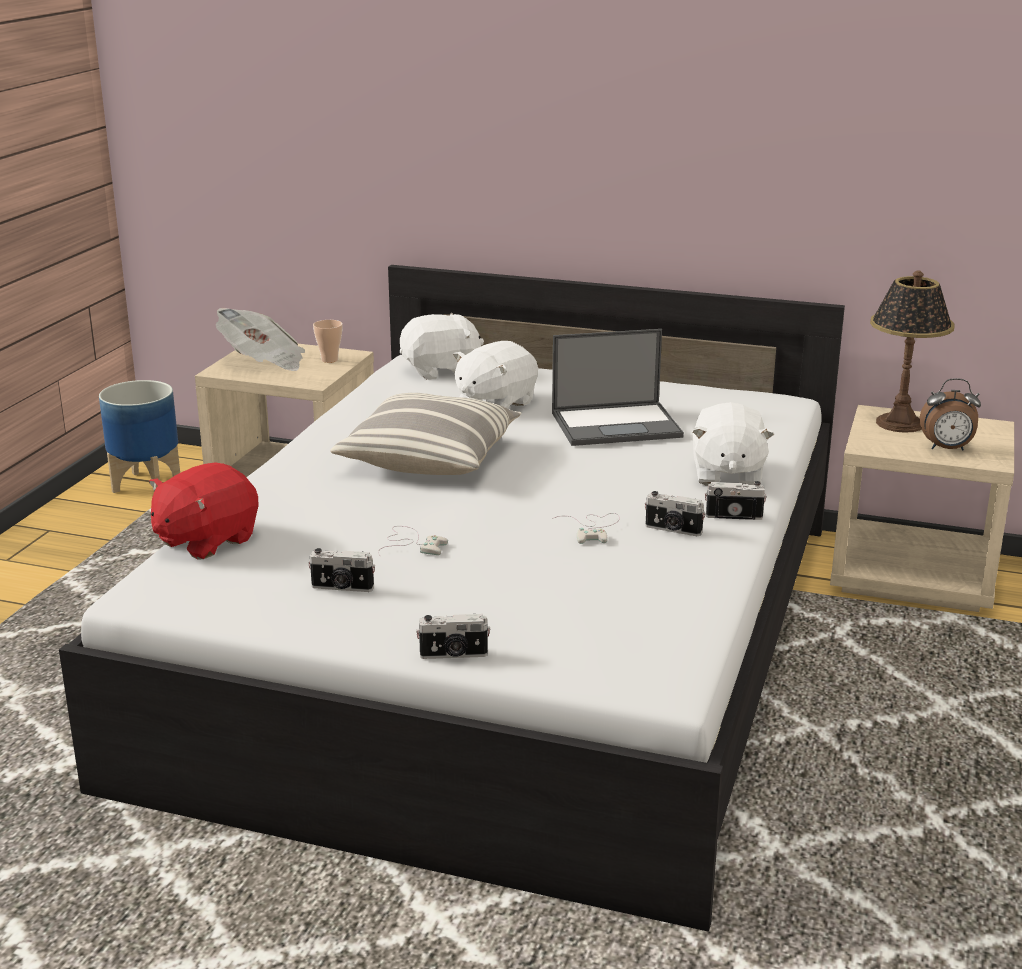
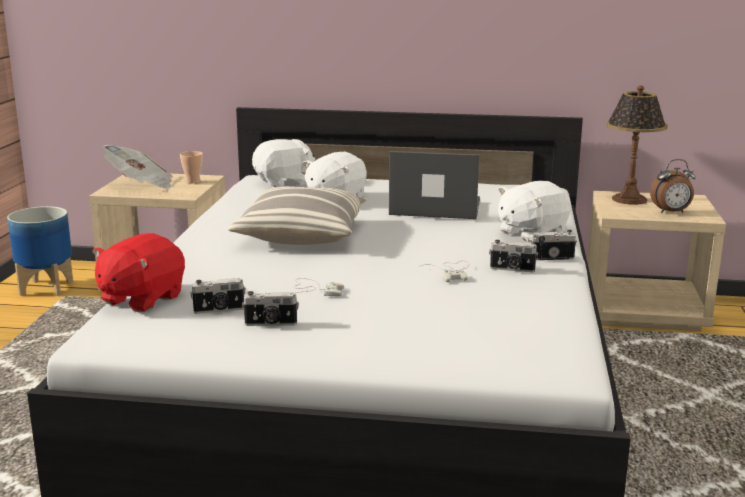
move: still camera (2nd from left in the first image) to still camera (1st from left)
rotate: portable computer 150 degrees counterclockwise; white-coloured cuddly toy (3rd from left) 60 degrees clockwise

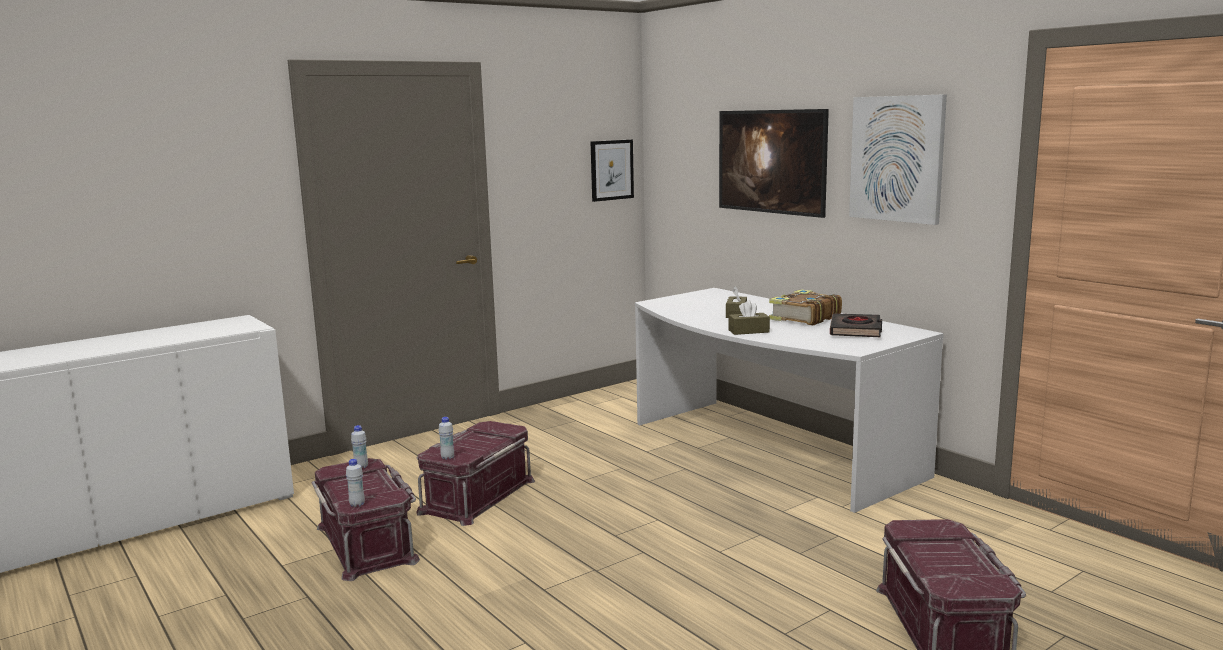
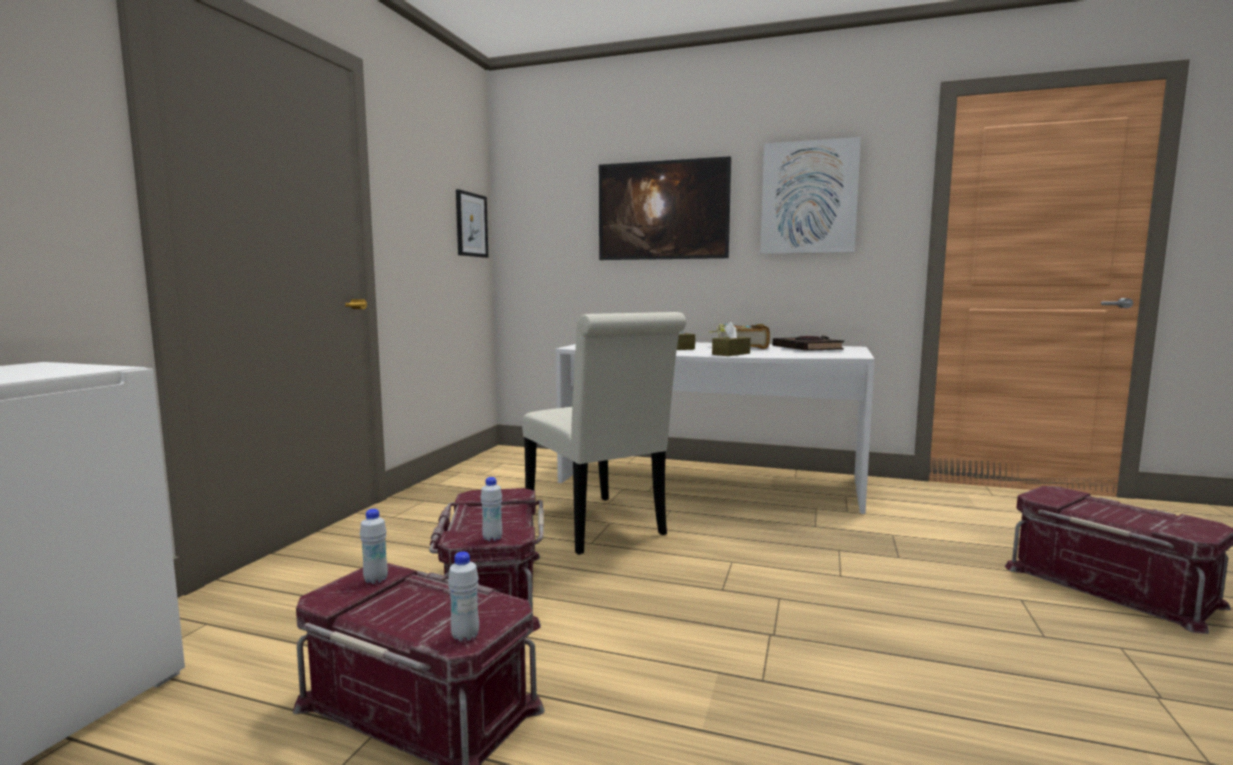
insert: white-coloured plain chair

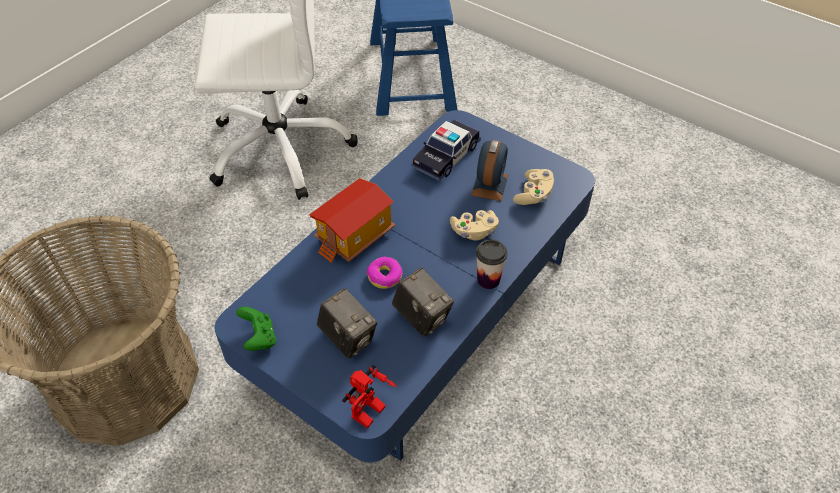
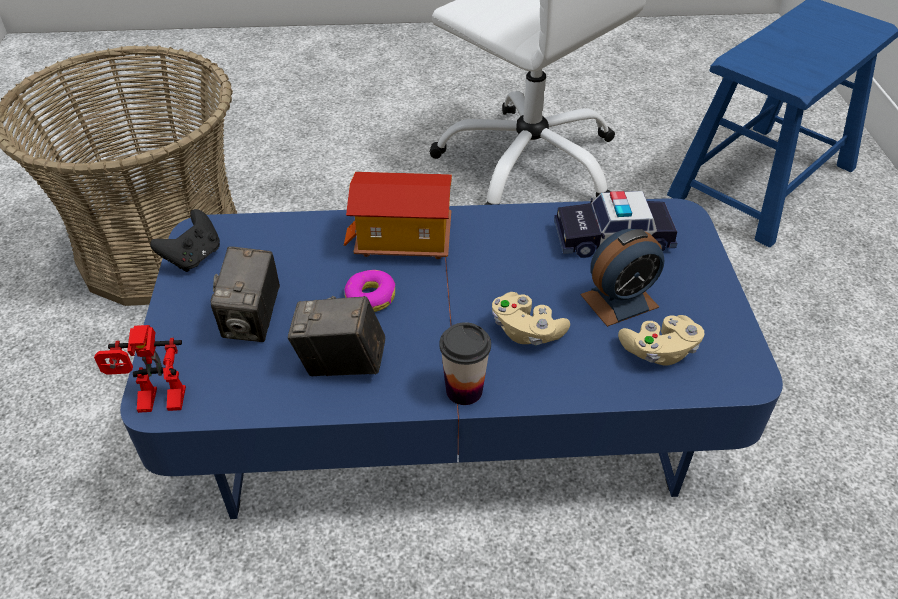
recolor: green gamepad to blackish gamepad
rotate: still camera (2nd from left) 90 degrees clockwise

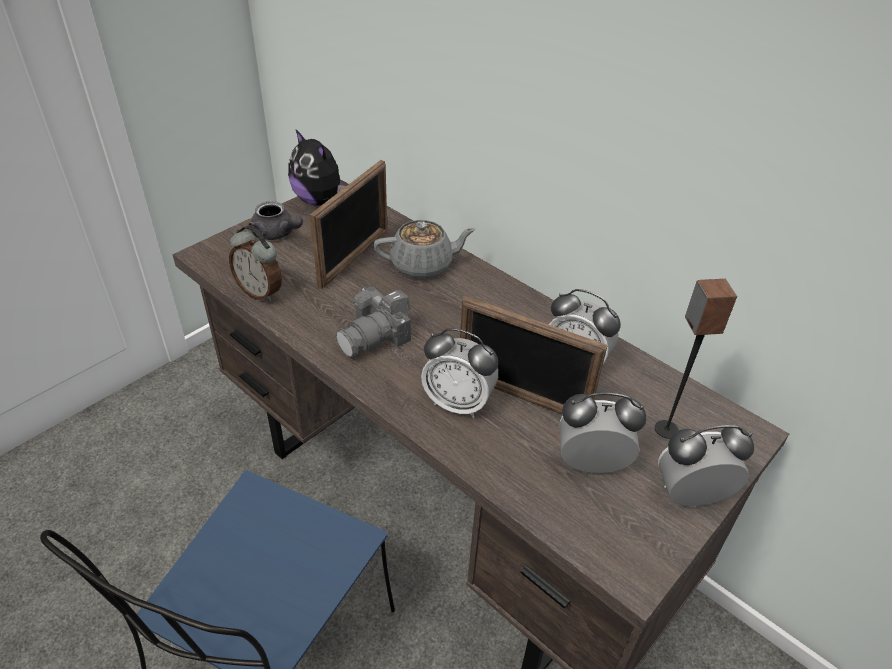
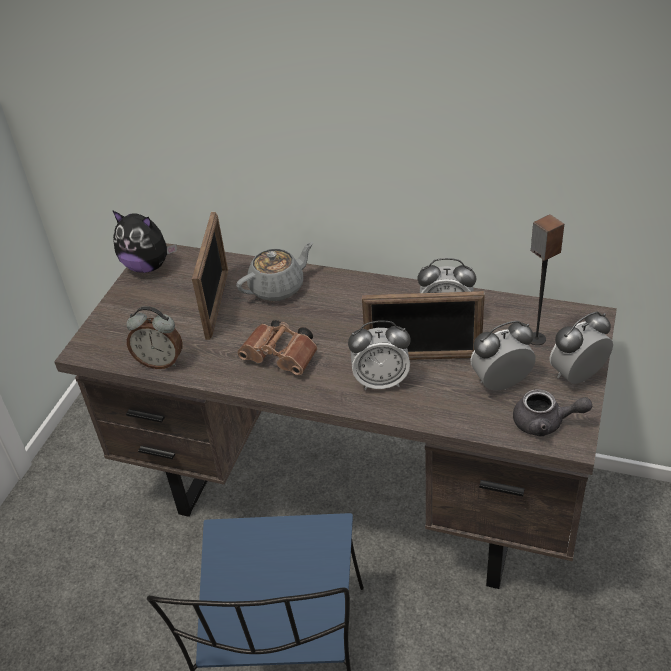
move: gray tea pot (1st from left in the first image) to gray tea pot (2nd from left)
replace: still camera to brownish binoculars

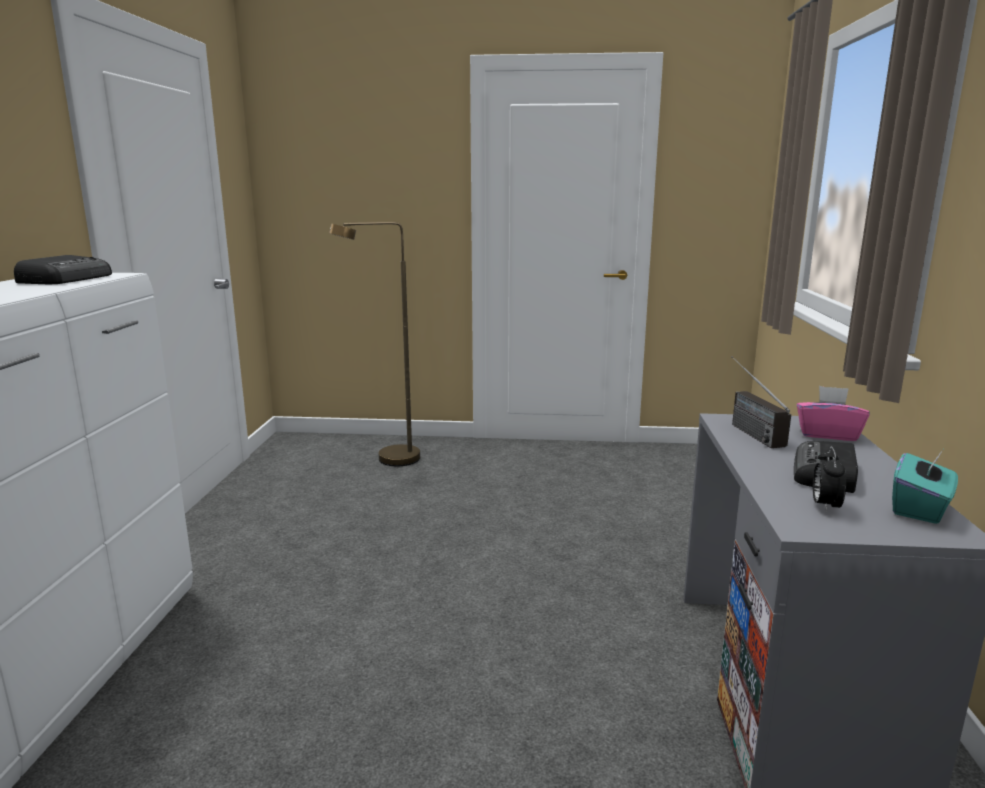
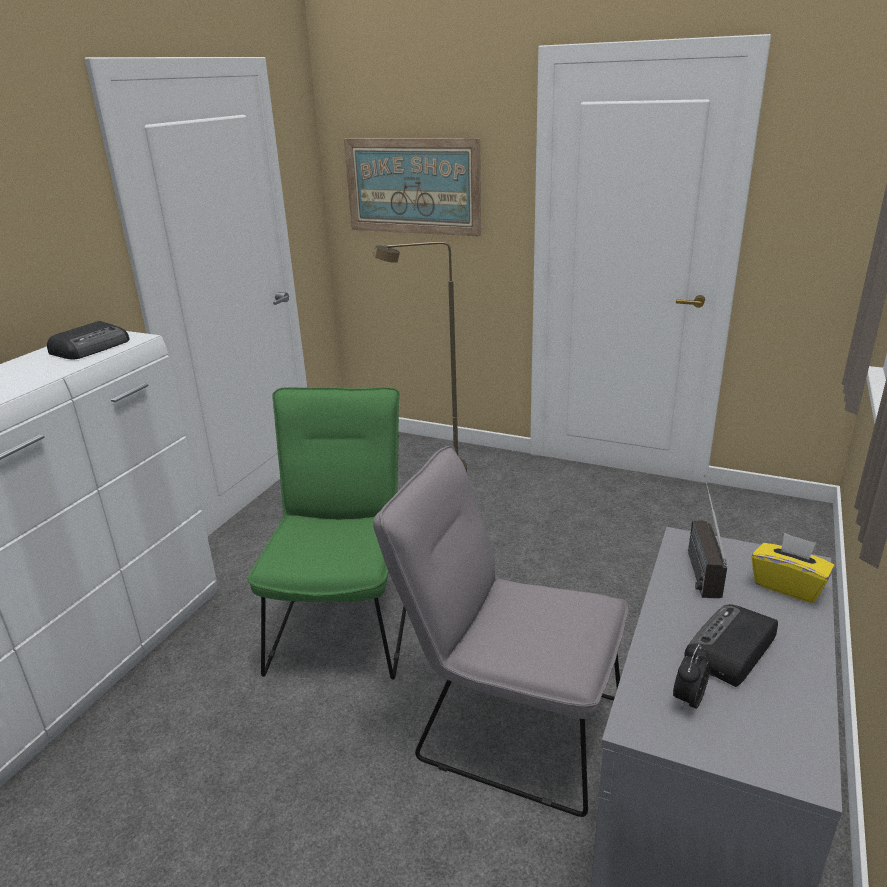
delete: turquoise-coloured box of tissues
insert: wall picture; green plain chair; gray plain chair
recolor: pink-coloured box of tissues to yellow-coloured box of tissues

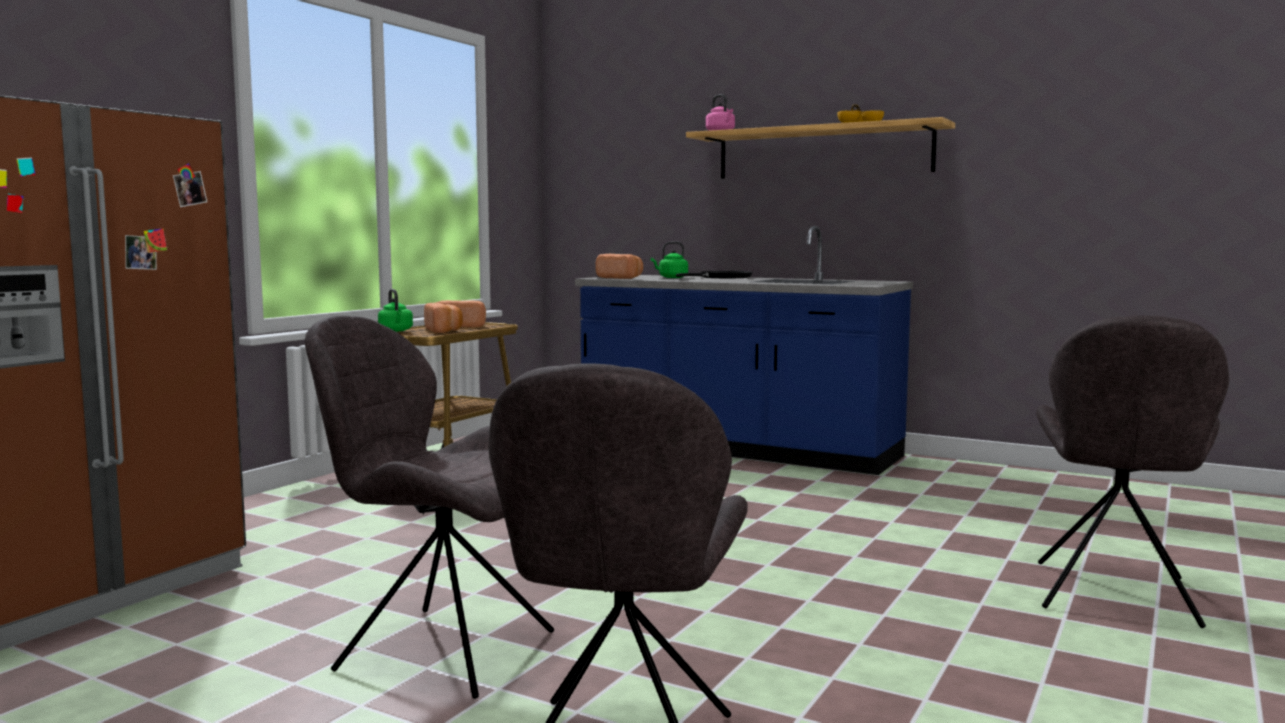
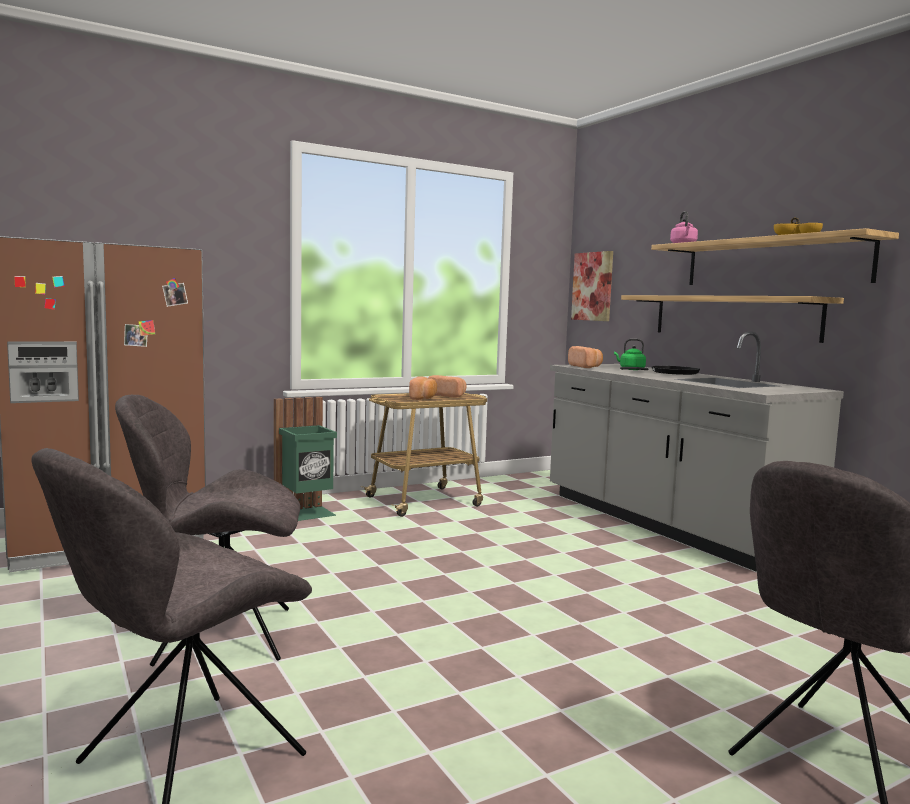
delete: green kettle (1st from left)
insert: wall picture; wall shelf (1st from left); green trash can
recolor: blue-coloured kitchen base unit to gray kitchen base unit
rotate: gray plain chair (1st from left in the first image) 60 degrees counterclockwise

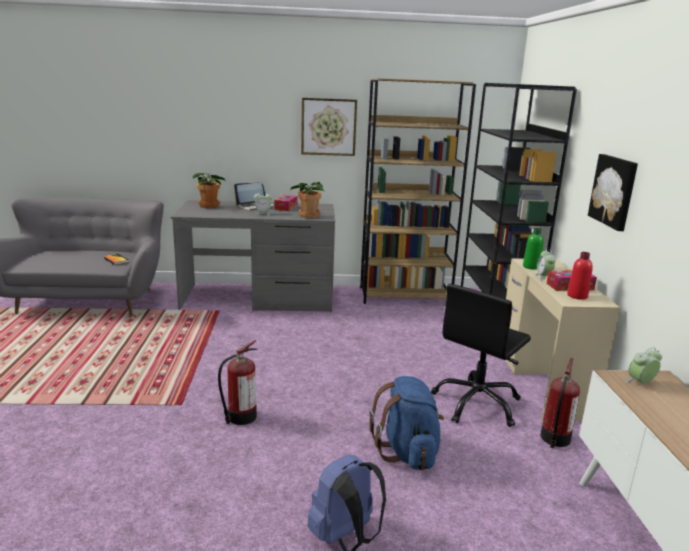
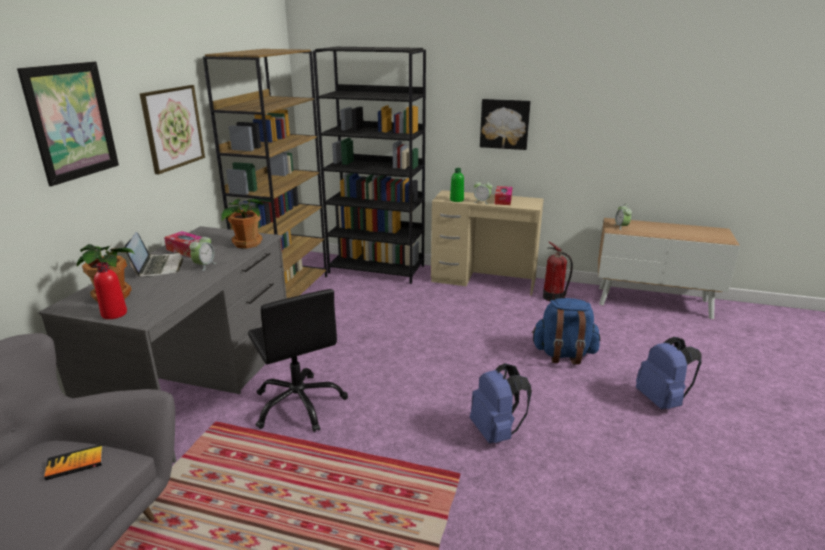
insert: wall picture (1st from left)
move: red-coloured drink bottle; blackish desk chair
replace: extinguisher (1st from left) to blue-coloured knapsack (1st from left)

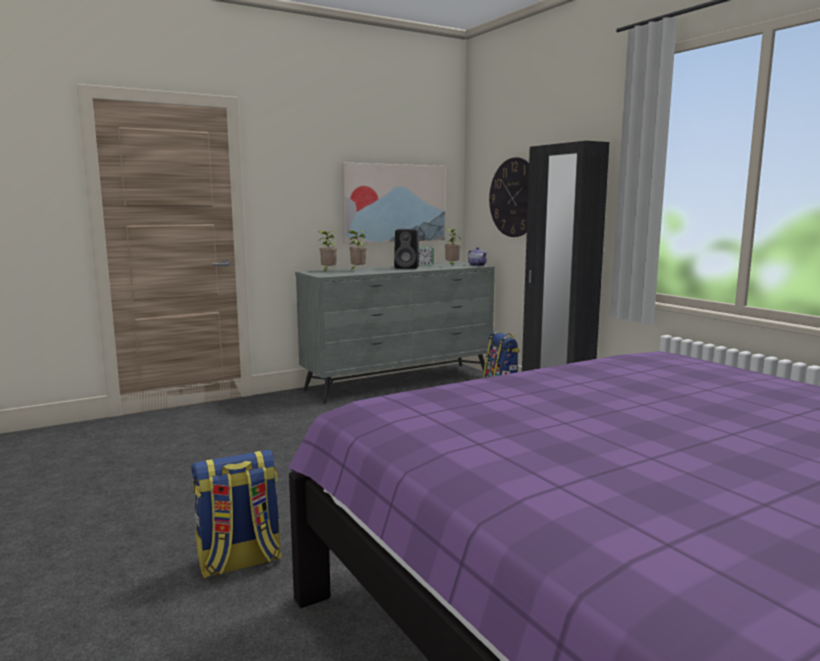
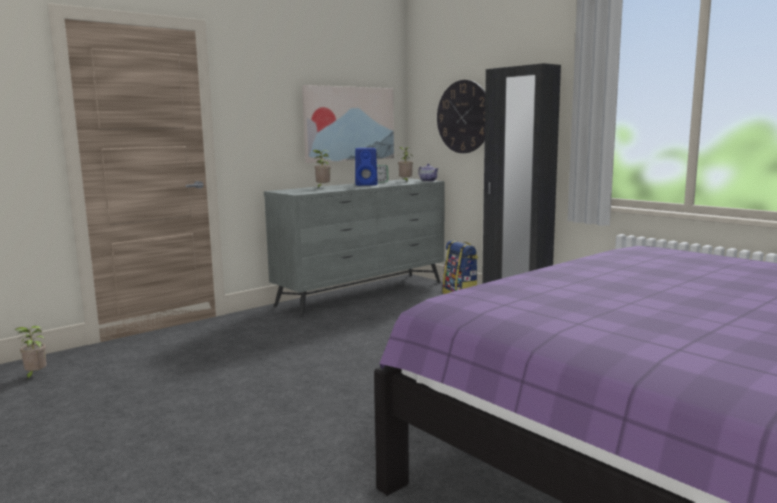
delete: knapsack (1st from left)
move: houseplant (1st from left)
recolor: blackish speaker to blue-coloured speaker

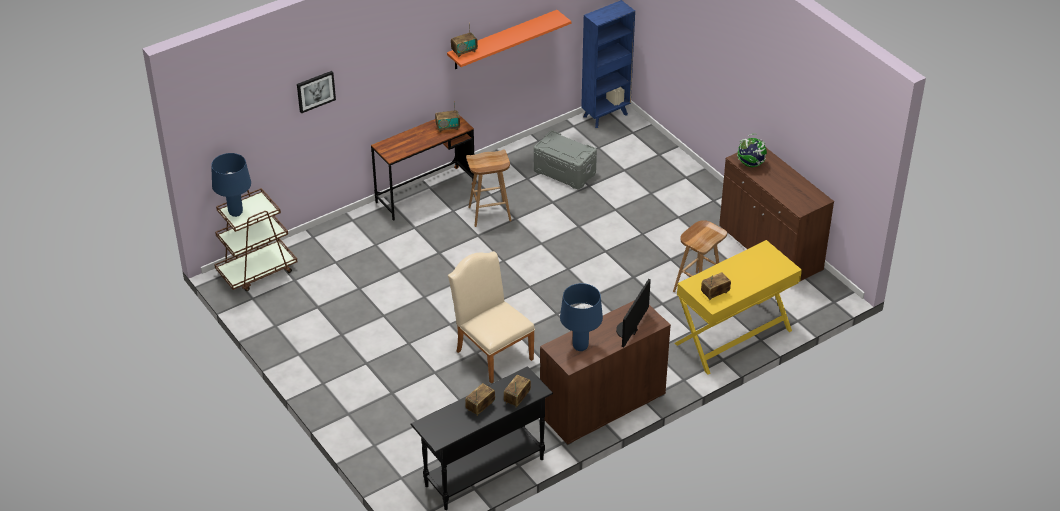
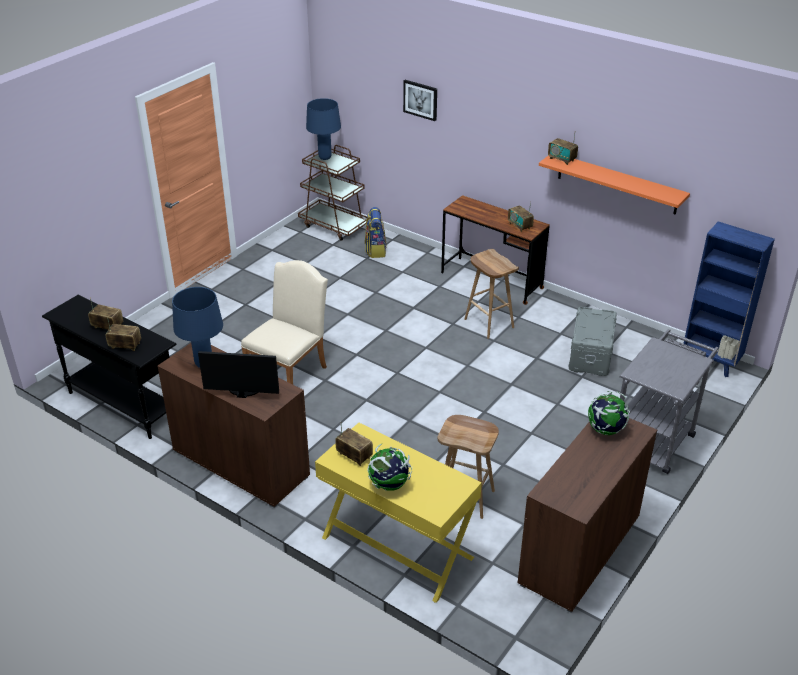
insert: knapsack; gray cart; world globe (1st from left)

